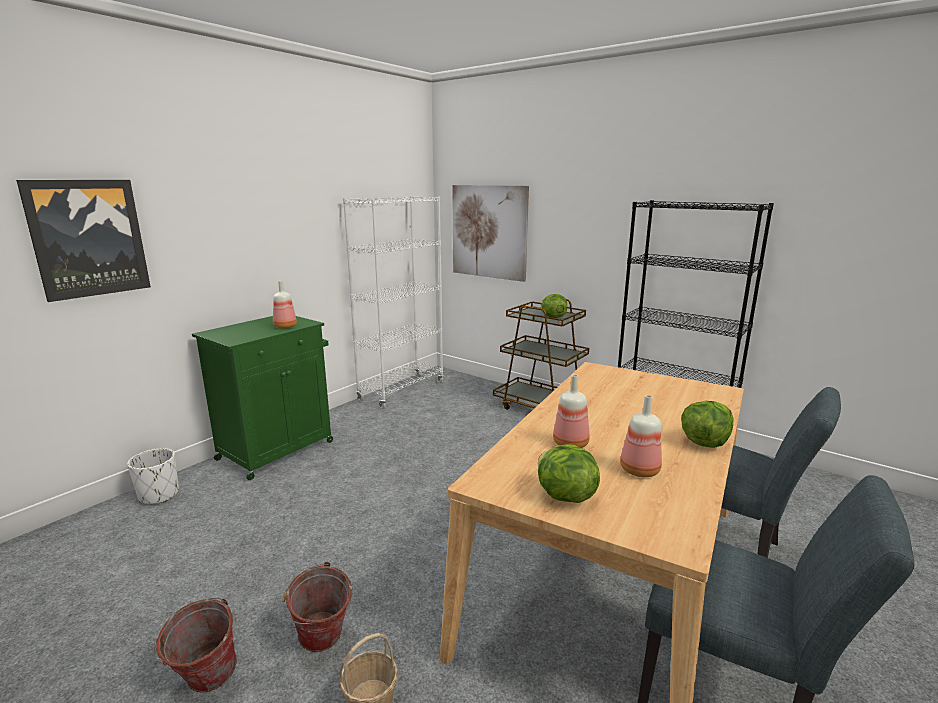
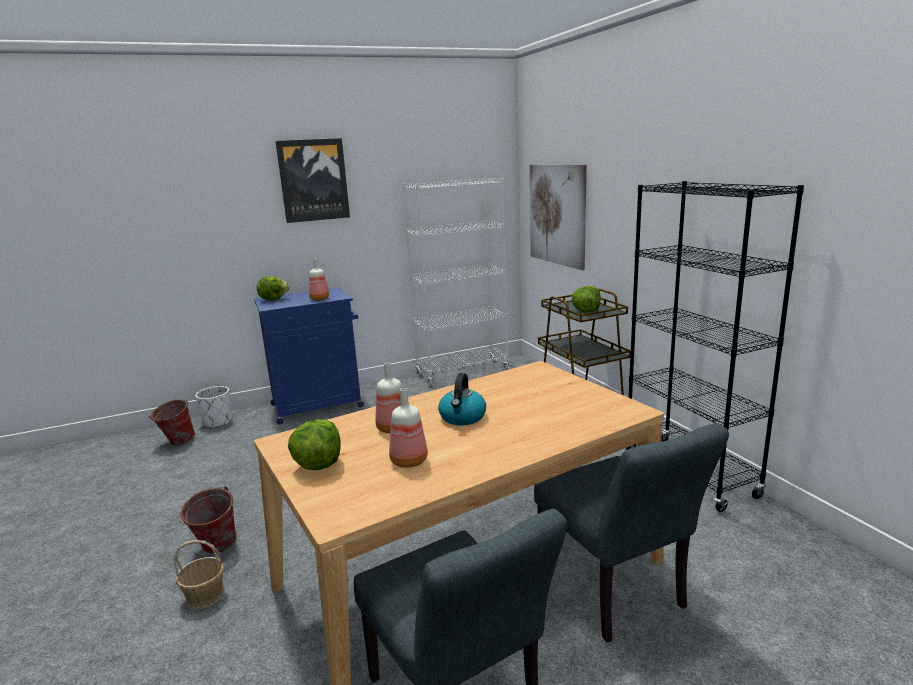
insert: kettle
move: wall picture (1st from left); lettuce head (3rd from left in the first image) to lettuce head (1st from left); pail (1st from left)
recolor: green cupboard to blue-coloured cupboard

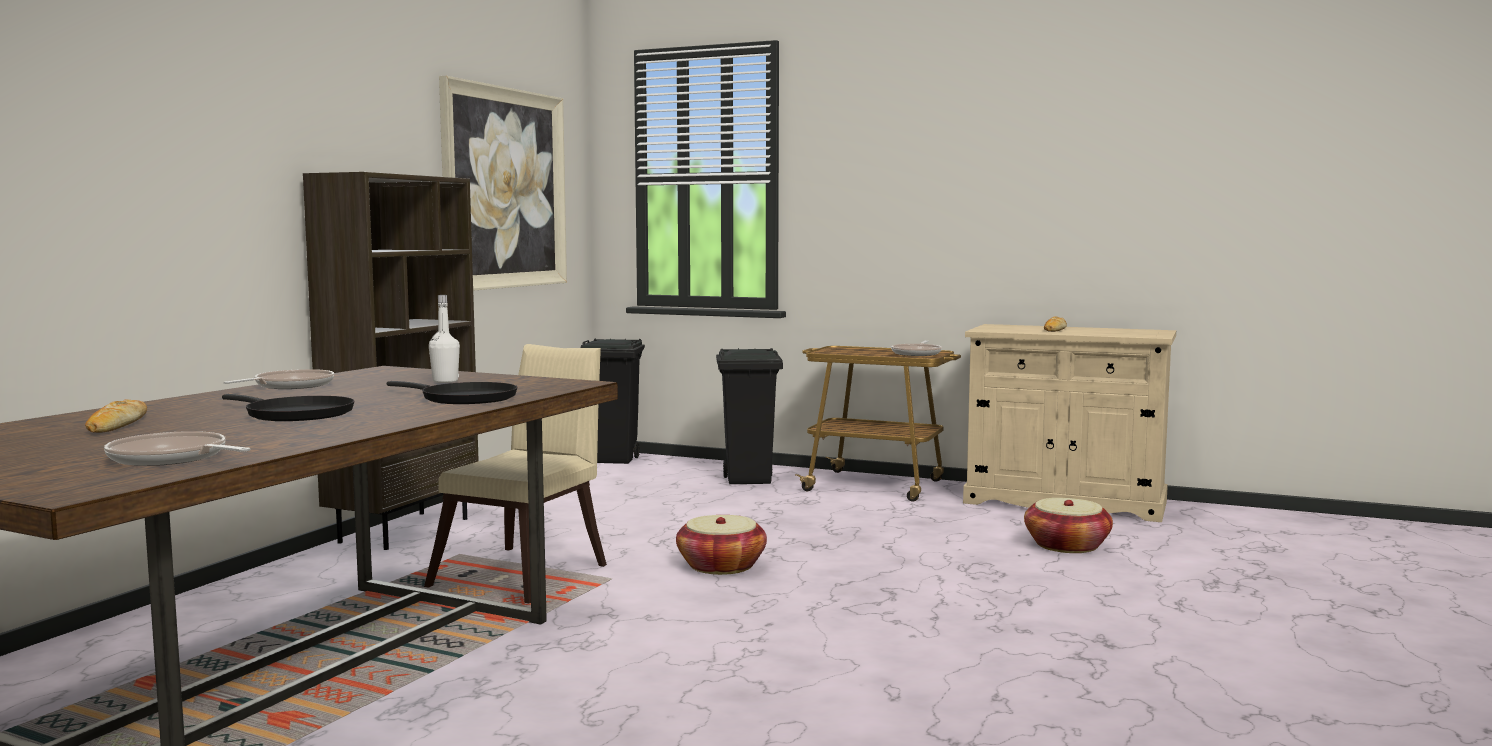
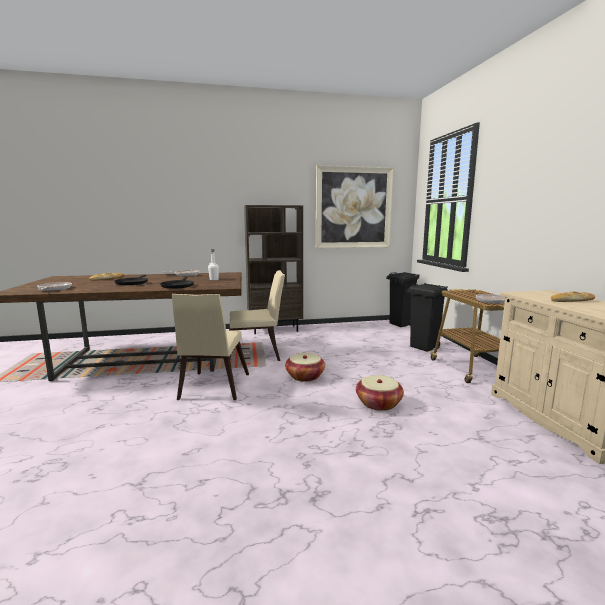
insert: beige-coloured plain chair (1st from left)
move: basket (2nd from left)

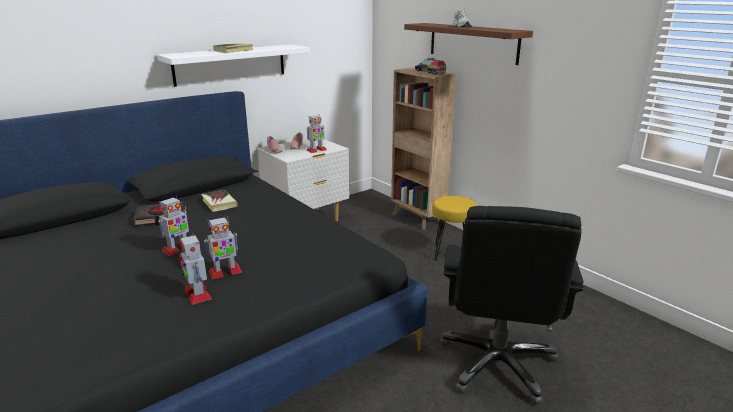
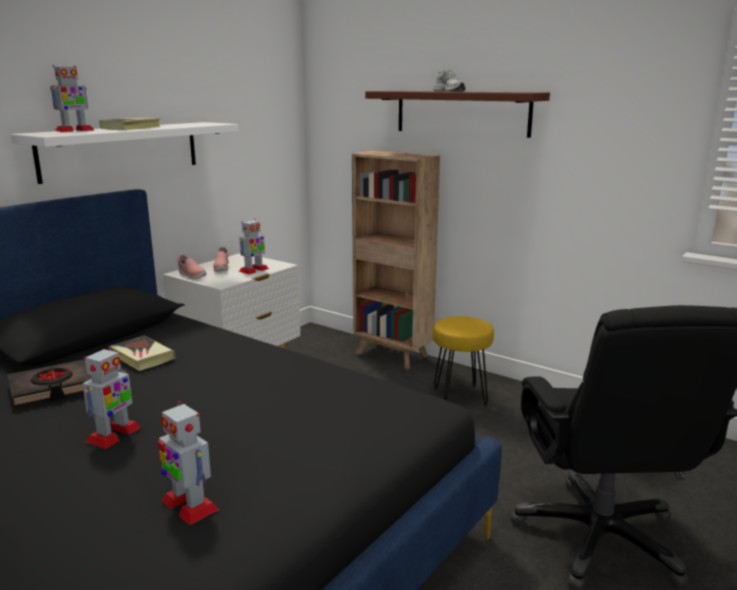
delete: toy truck
move: toy robot (3rd from left in the first image) to toy robot (1st from left)

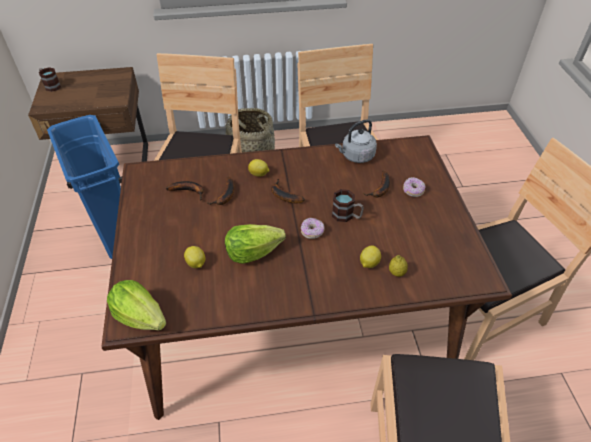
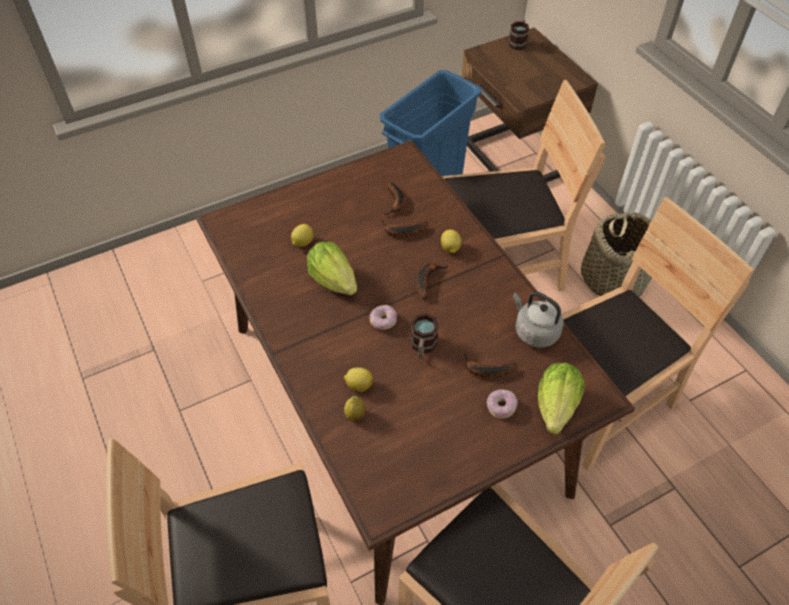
move: lettuce head (1st from left in the first image) to lettuce head (2nd from left)

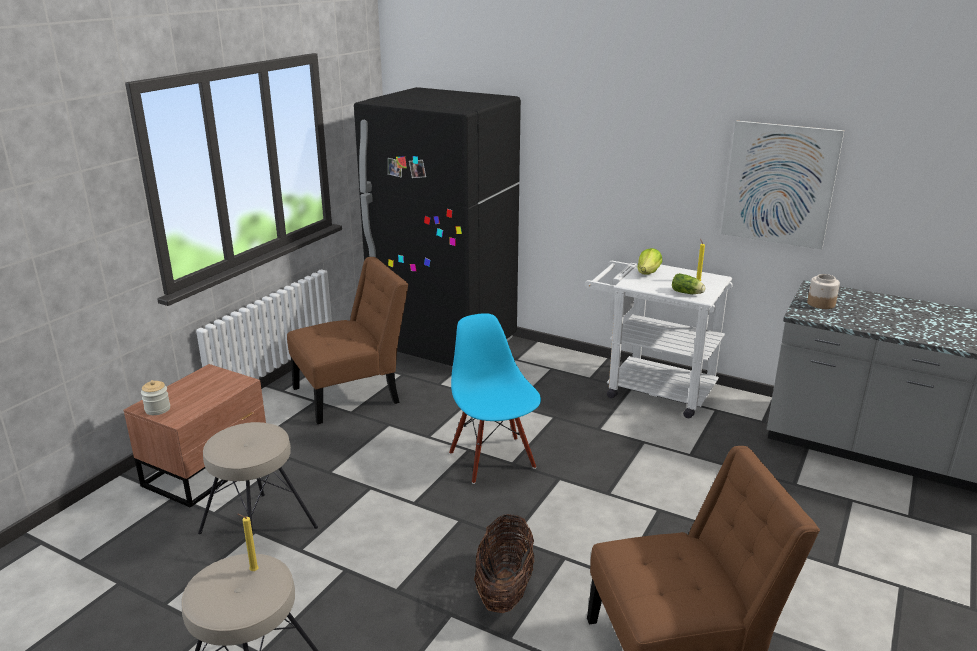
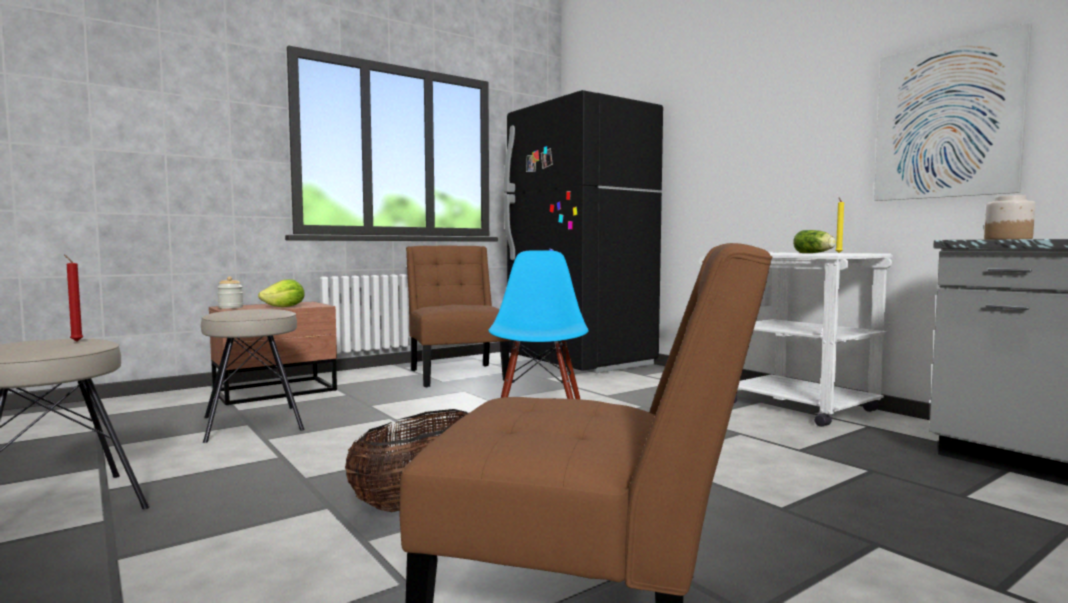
move: lettuce head (1st from left)
recolor: yellow-coloured candle (1st from left) to red-coloured candle
rotate: brownish plain chair (1st from left) 105 degrees counterclockwise

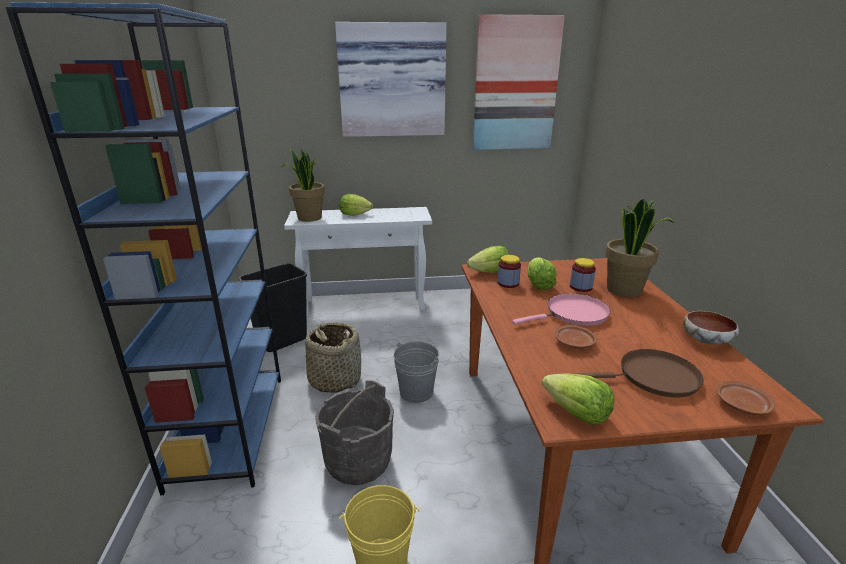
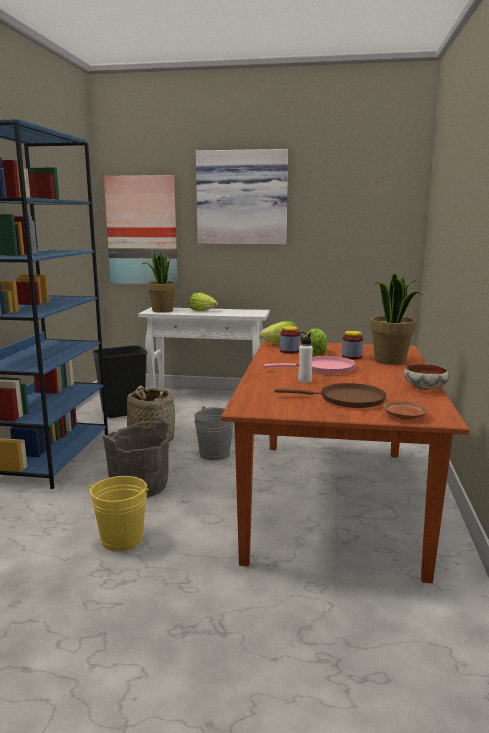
delete: lettuce head (4th from left)
move: wall picture (2nd from left in the first image) to wall picture (1st from left)
replace: brownish plate (1st from left) to white-coloured drink bottle

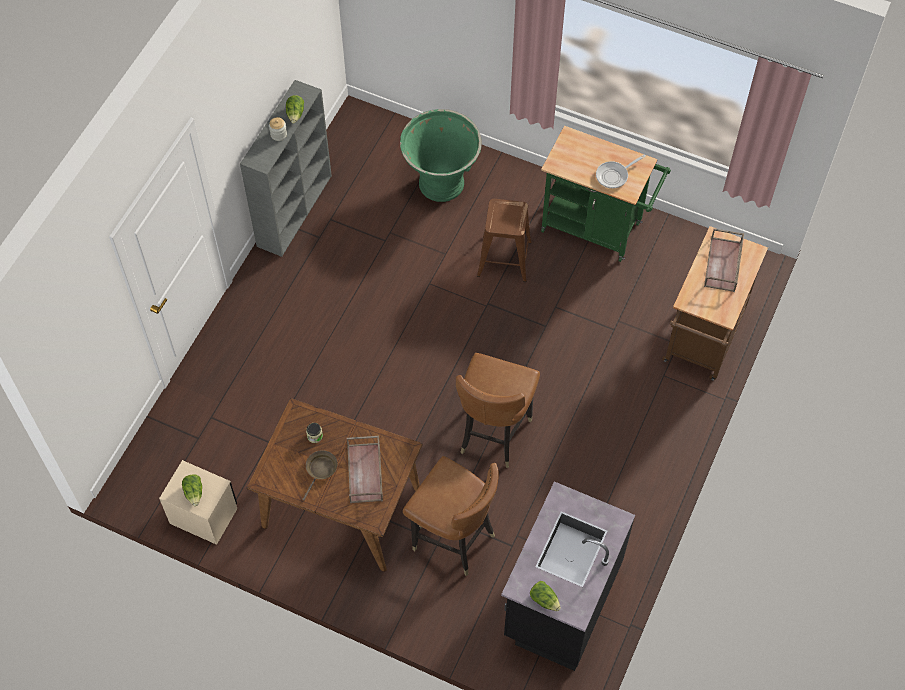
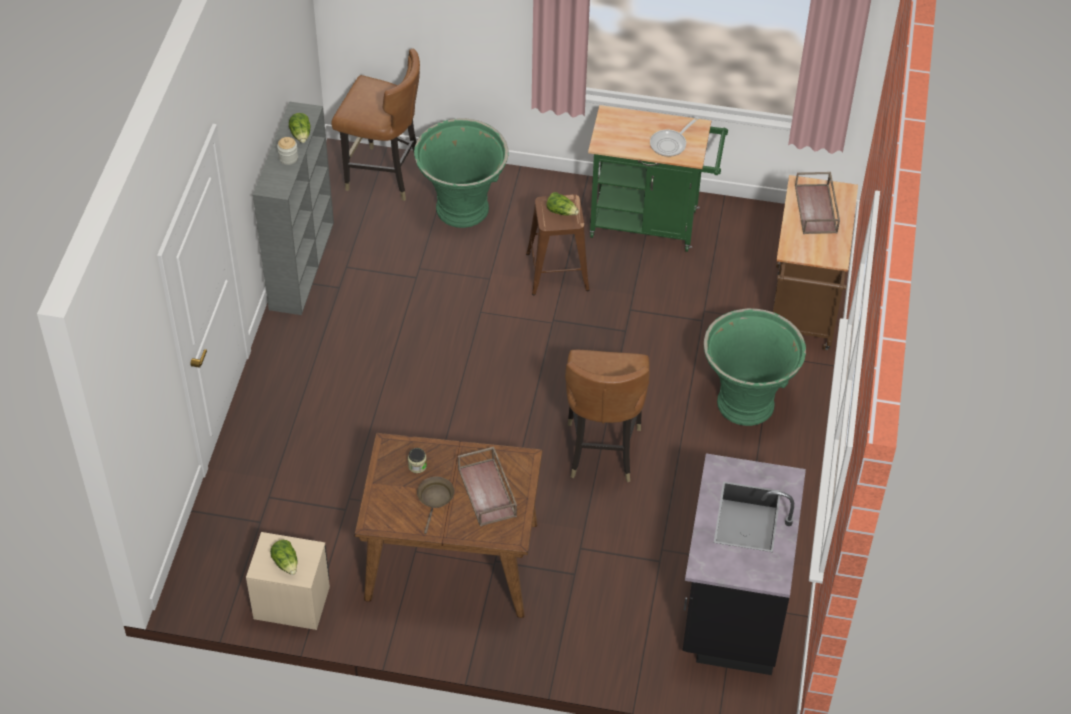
insert: green planter (2nd from left)
move: brownish plain chair (1st from left); lettuce head (3rd from left)

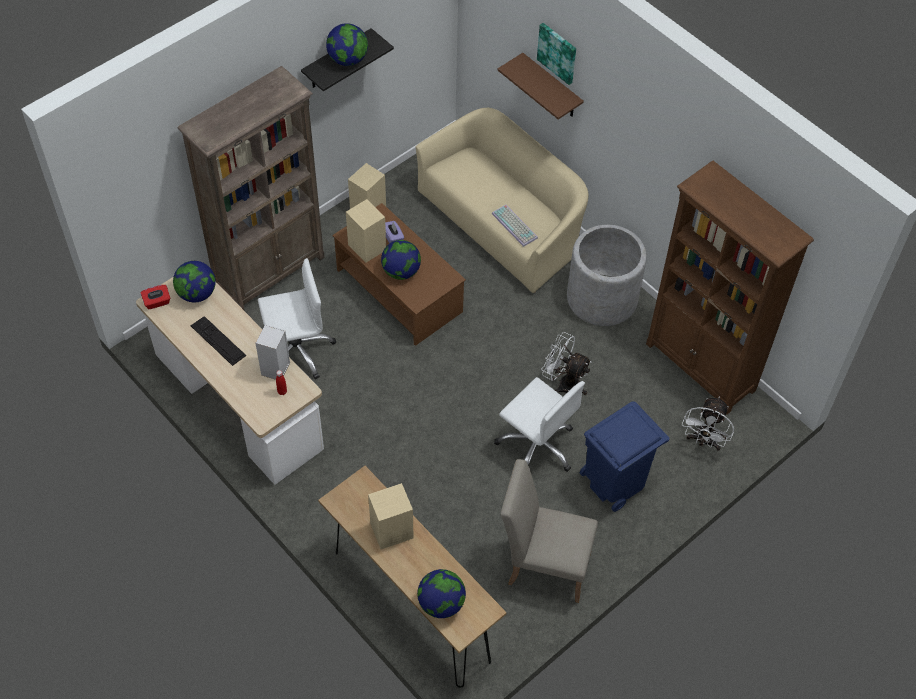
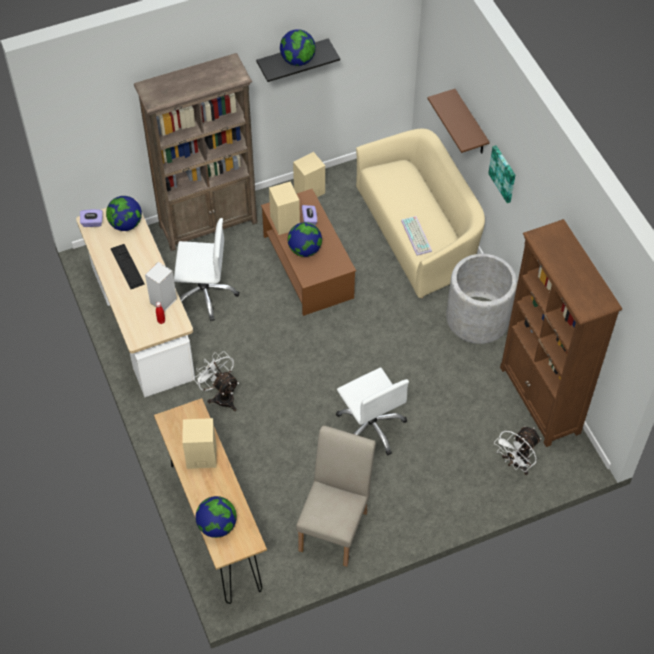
delete: blue-coloured trash can
move: wall picture; white-coloured fan (1st from left)
recolor: red-coloured box of tissues to purple box of tissues (1st from left)
rotate: beige-coloured plain chair 75 degrees clockwise

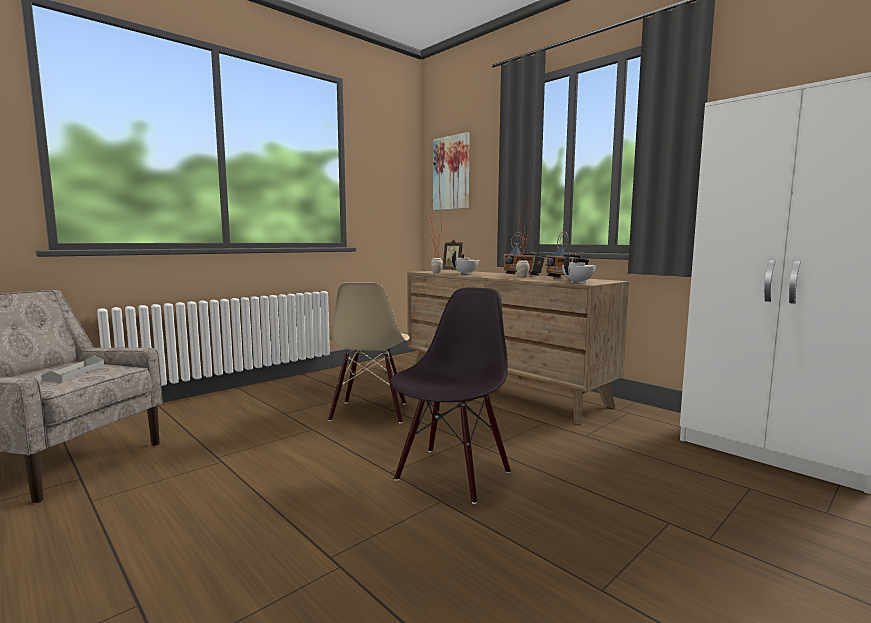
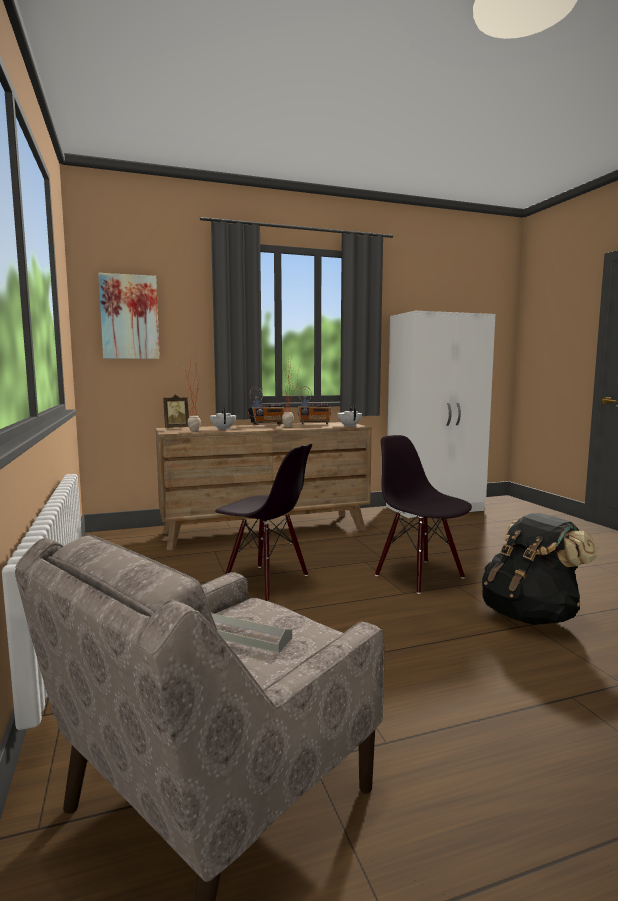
insert: blackish knapsack
recolor: beige-coloured plain chair to blackish plain chair (1st from left)

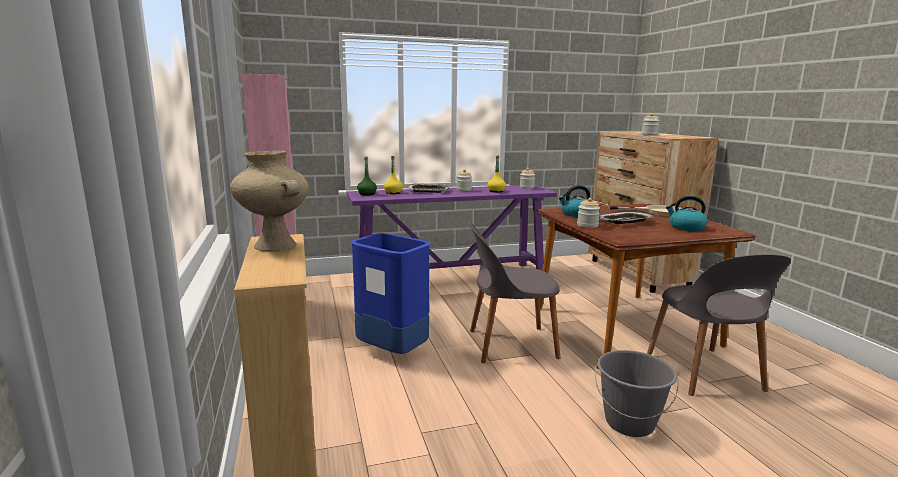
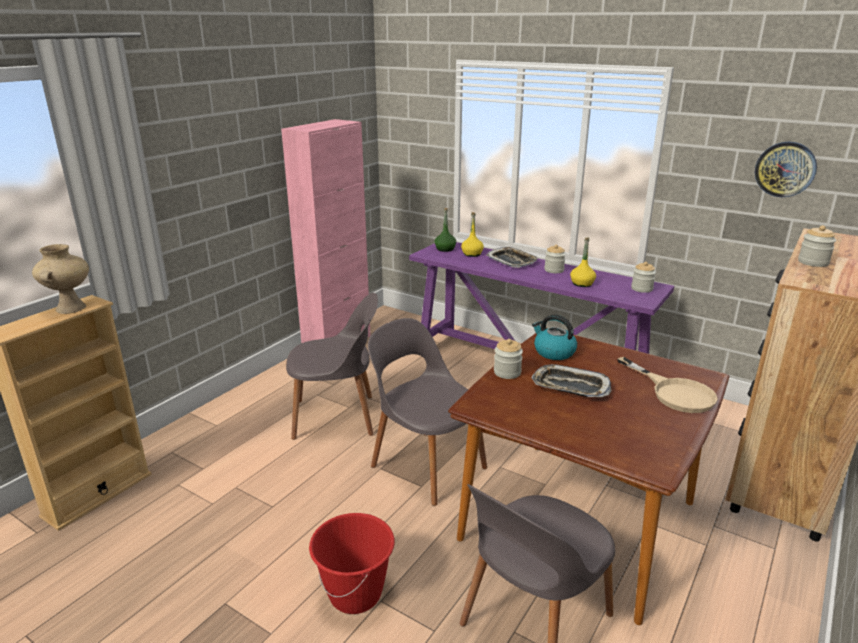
delete: kettle (2nd from left)
insert: wall clock
replace: blue-coloured trash can to gray plain chair (1st from left)
recolor: gray pail to red-coloured pail

